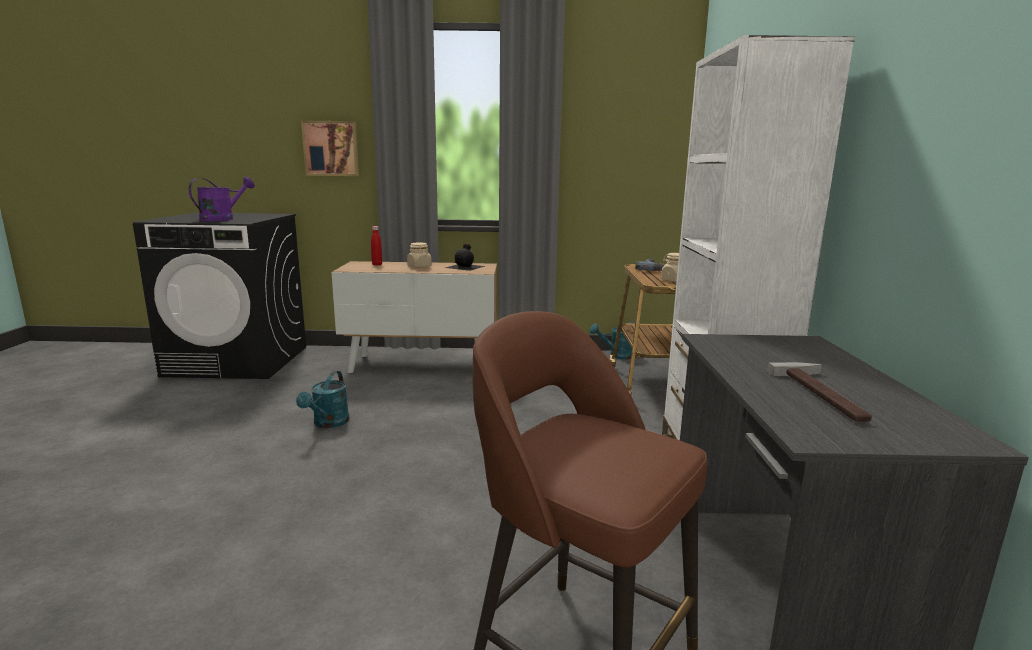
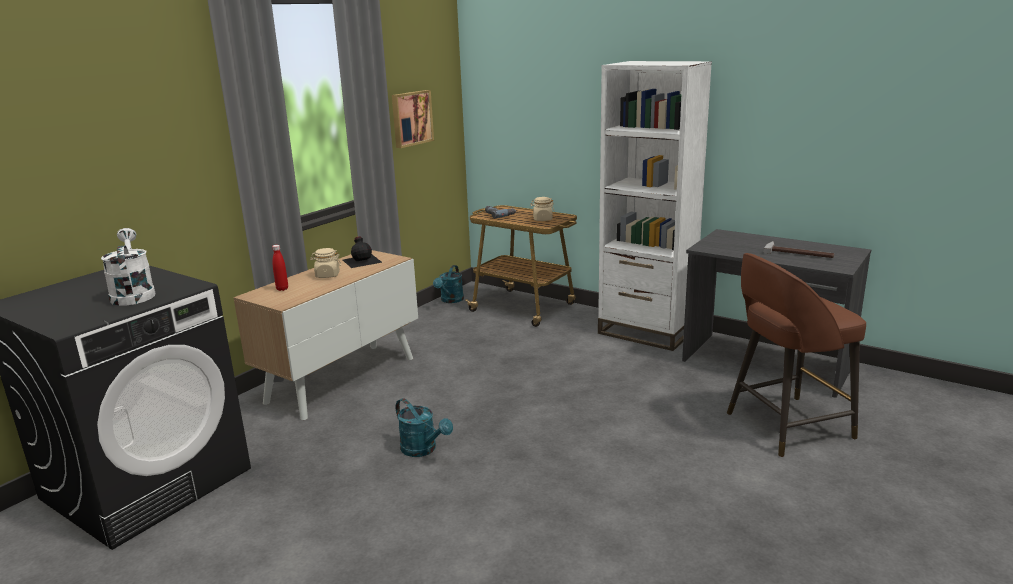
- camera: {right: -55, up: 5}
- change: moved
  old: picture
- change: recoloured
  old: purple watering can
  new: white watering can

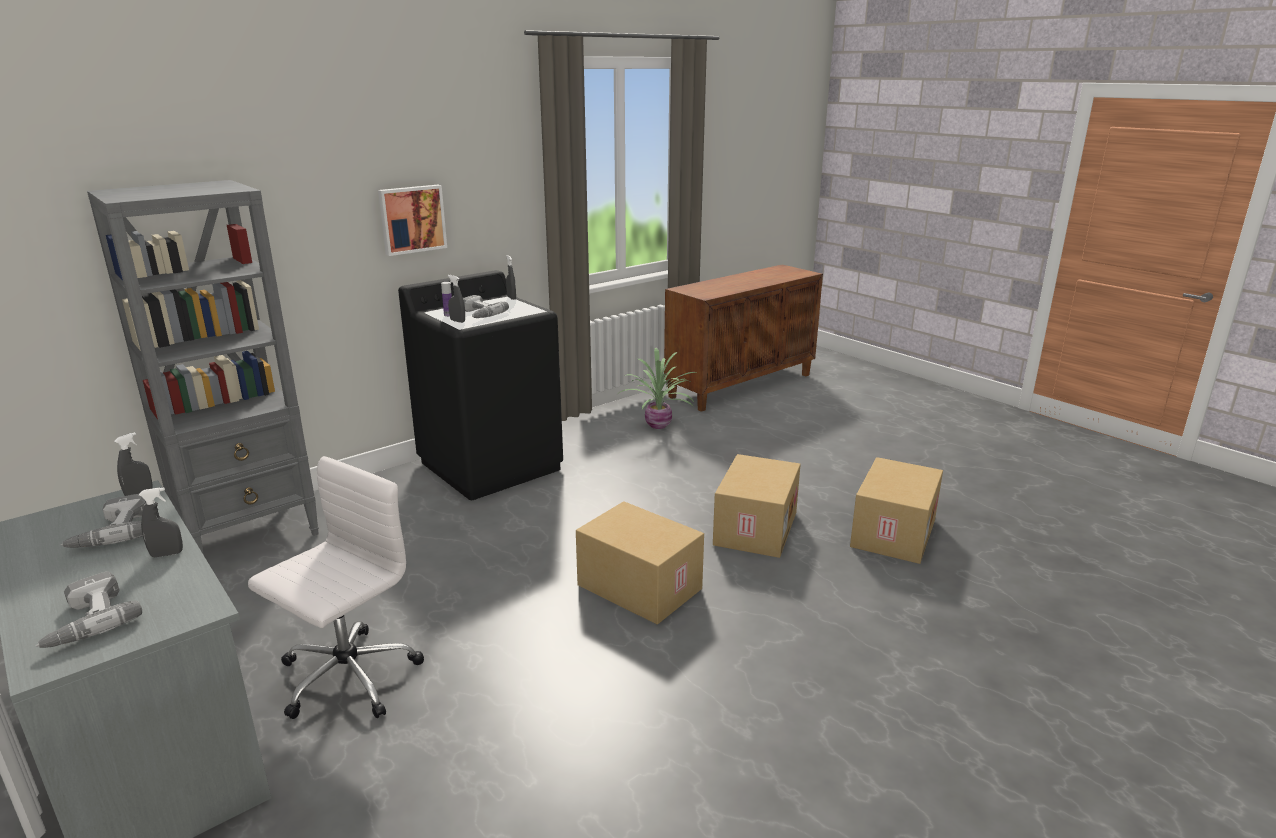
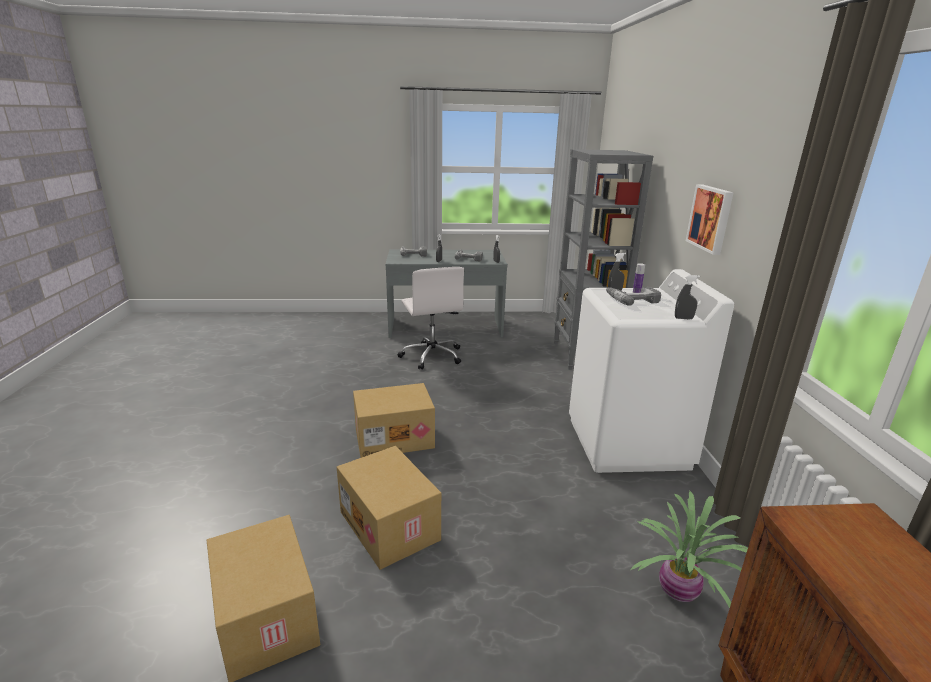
- camera: {right: 125, up: 0}
- change: recoloured
  old: black washing machine
  new: white washing machine

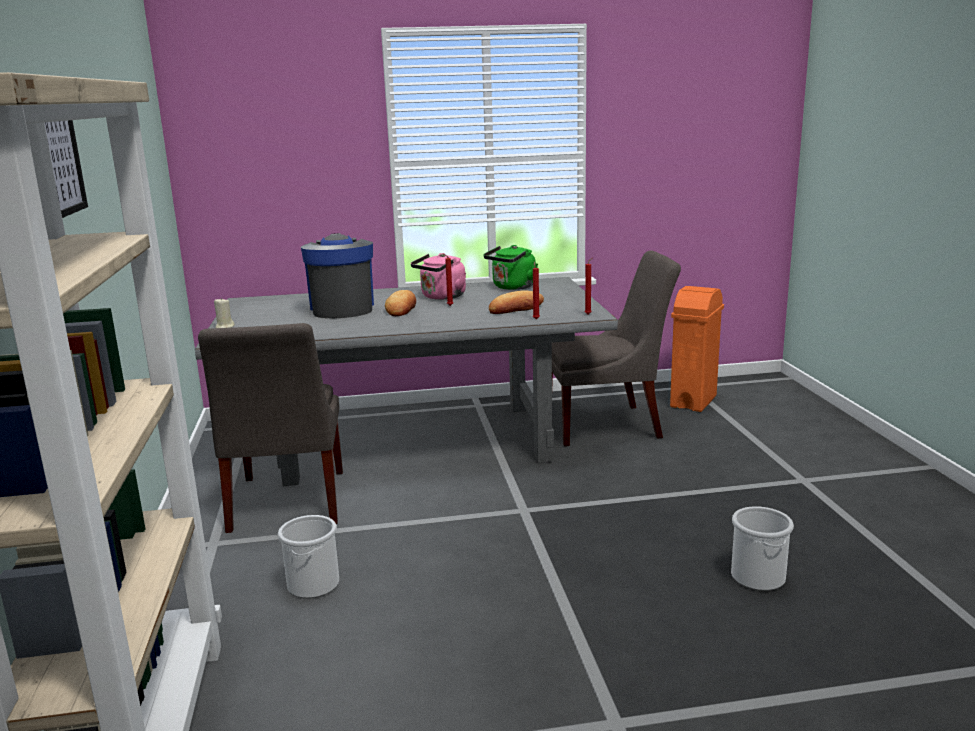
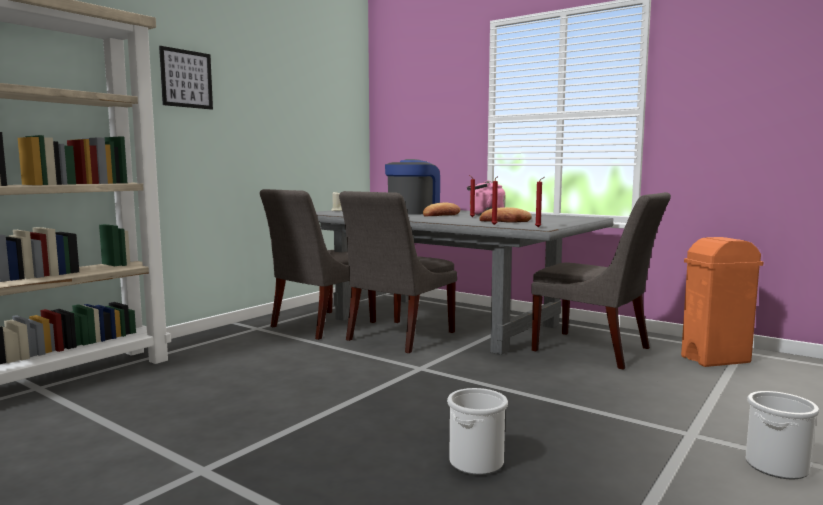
- camera: {right: 45, up: -10}
- change: removed
  old: green kettle
- change: moved
  old: bucket (1st from left in the first image)
  new: bucket (2nd from left)
- change: added
  new: grey chair (2nd from left)

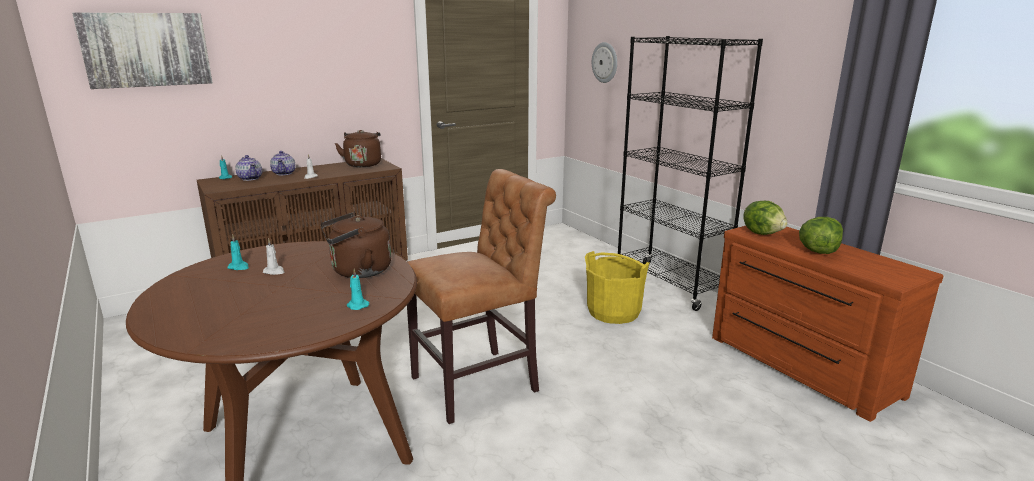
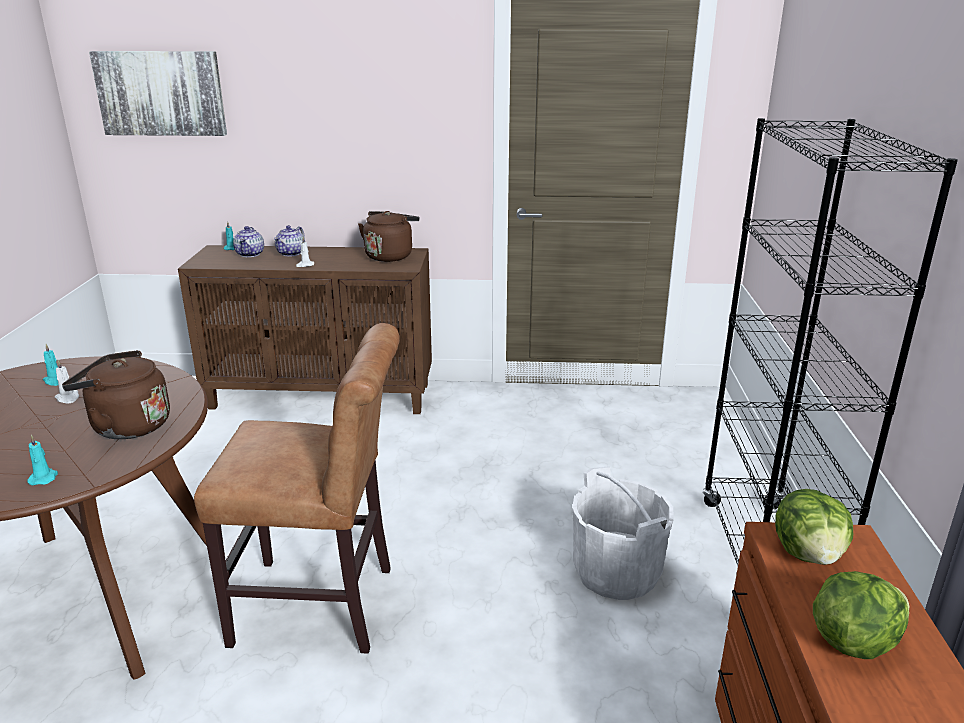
- camera: {right: 35, up: 5}
- change: removed
  old: wall clock
- change: recoloured
  old: yellow bucket
  new: white bucket

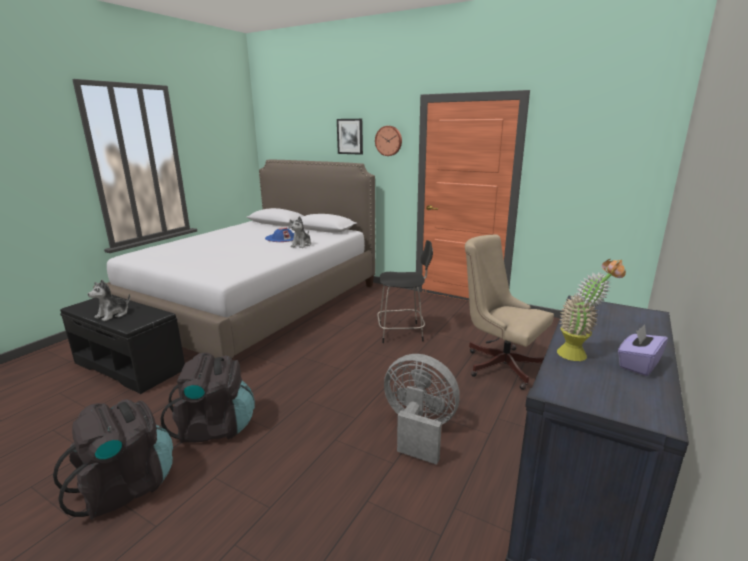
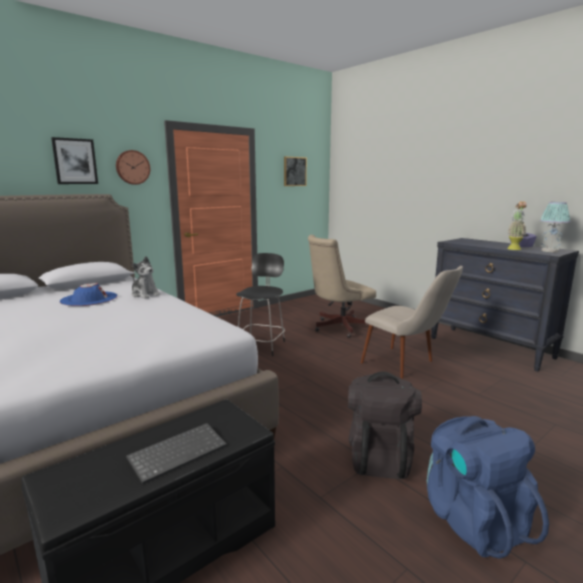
- camera: {right: -70, up: -5}
- change: replaced
  old: plush toy (1st from left)
  new: keyboard
- change: replaced
  old: grey fan
  new: beige chair
- change: recoloured
  old: black backpack (1st from left)
  new: blue backpack
- change: added
  new: picture (2nd from left)
- change: added
  new: table lamp

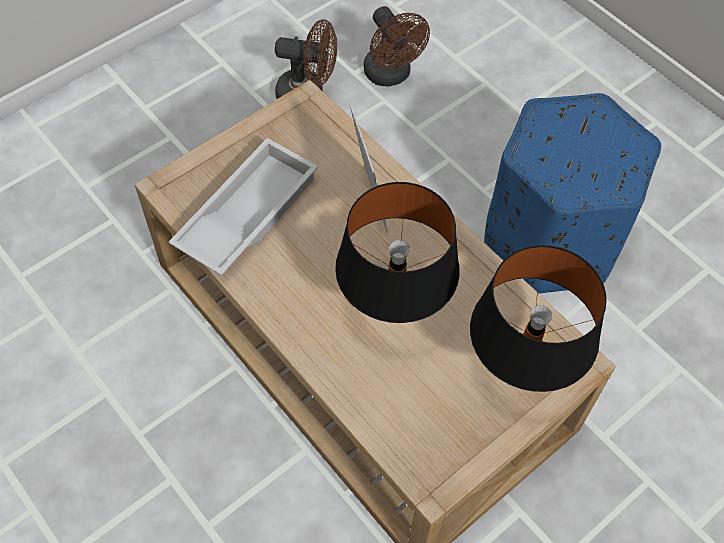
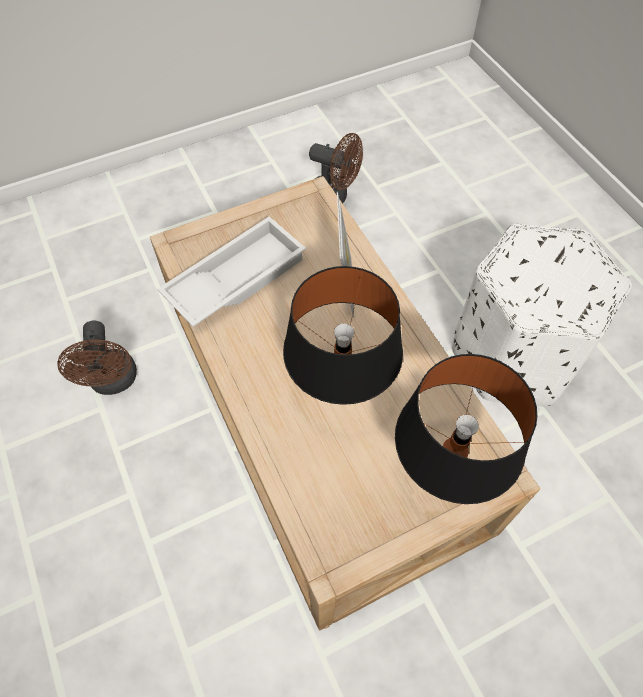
- camera: {right: 15, up: 0}
- change: moved
  old: brown fan (2nd from left in the first image)
  new: brown fan (1st from left)
- change: recoloured
  old: blue ottoman
  new: white ottoman

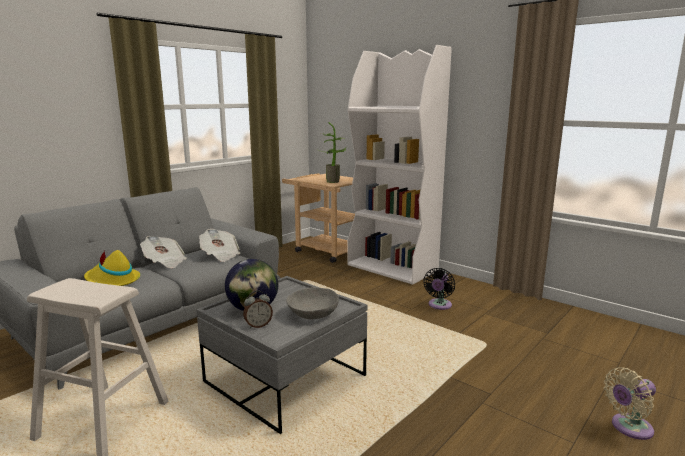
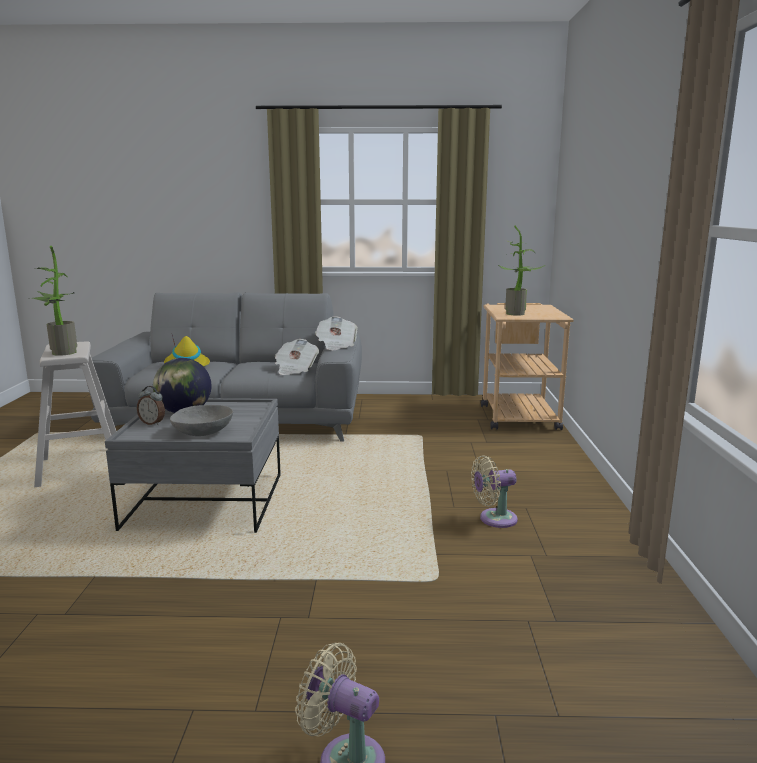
- camera: {right: 50, up: 0}
- change: removed
  old: white bookcase
- change: moved
  old: newspaper (1st from left in the first image)
  new: newspaper (2nd from left)
- change: recoloured
  old: black fan
  new: beige fan (2nd from left)
- change: added
  new: potted plant (1st from left)

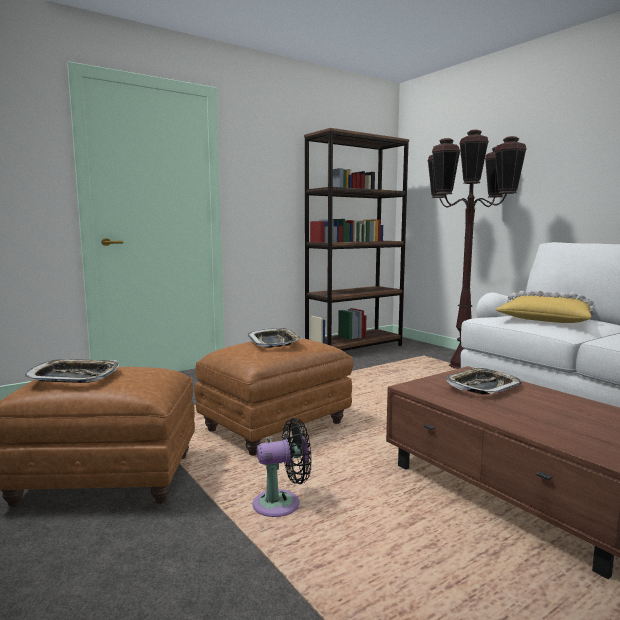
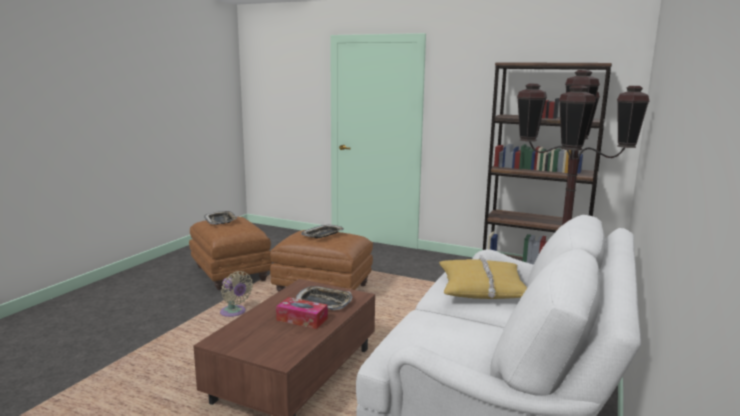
- camera: {right: 60, up: 5}
- change: recoloured
  old: black fan
  new: beige fan
- change: added
  new: tissue box

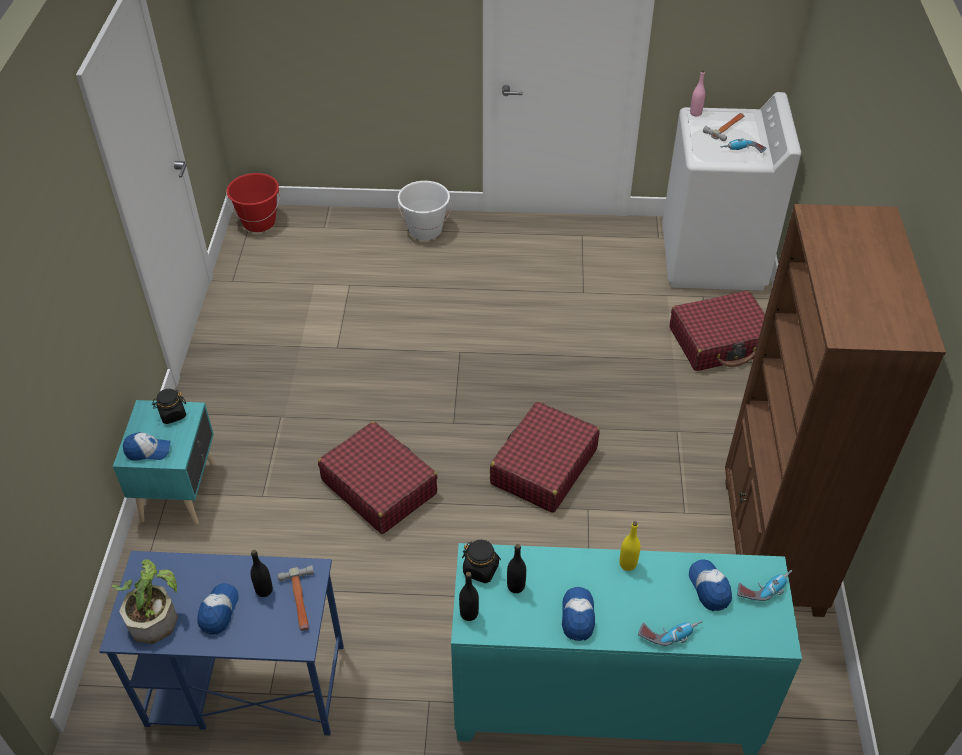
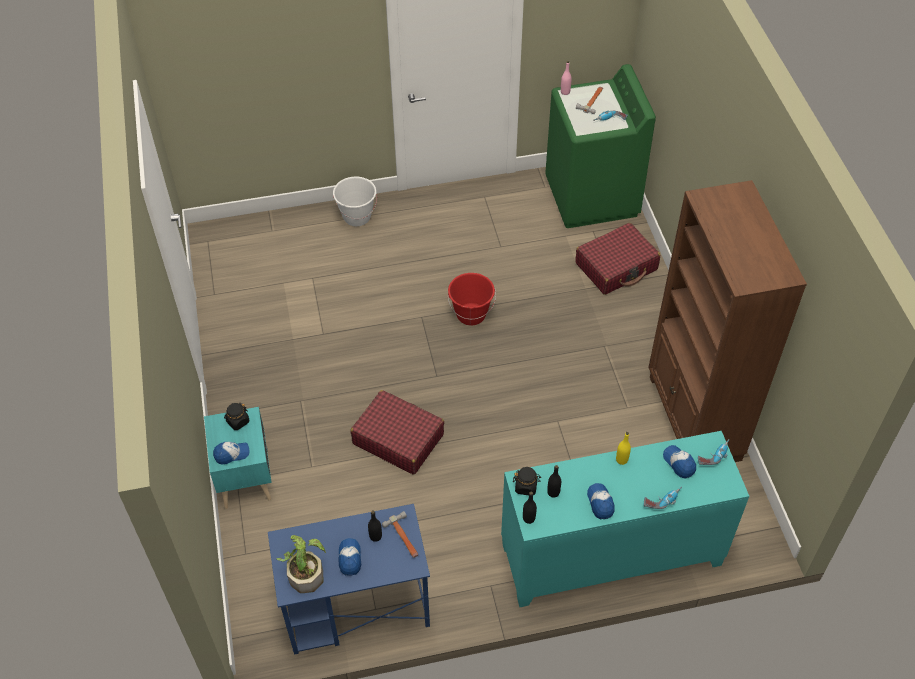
- camera: {right: -15, up: 5}
- change: recoloured
  old: white washing machine
  new: green washing machine
- change: moved
  old: red bucket
- change: removed
  old: red suitcase (2nd from left)

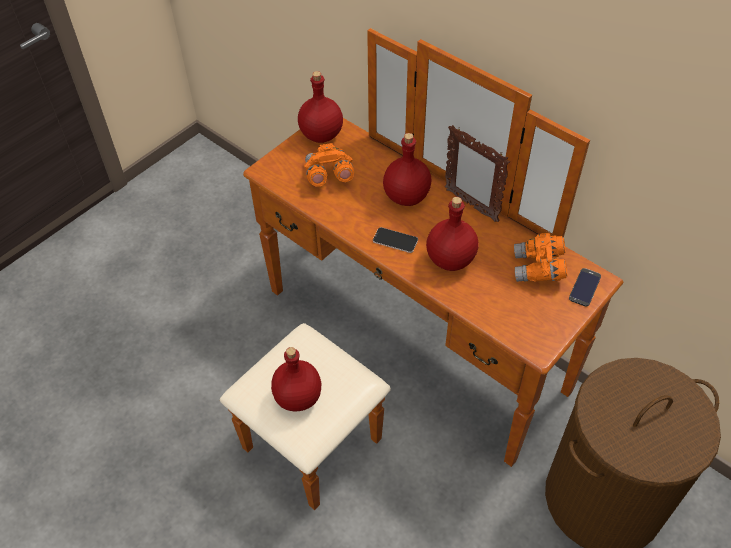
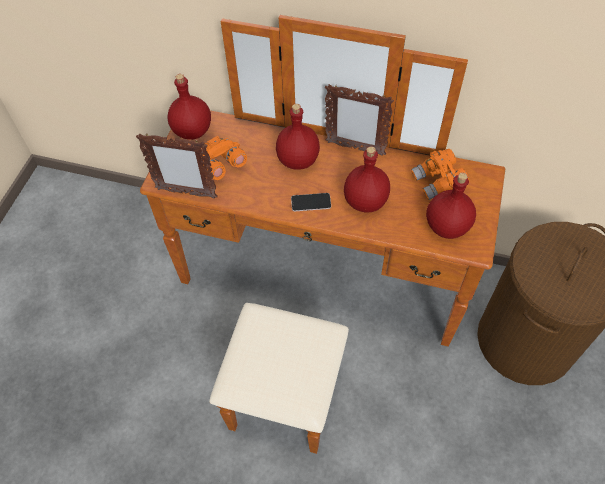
- camera: {right: -25, up: 5}
- change: removed
  old: phone (2nd from left)
- change: moved
  old: red bottle (1st from left in the first image)
  new: red bottle (4th from left)
- change: added
  new: picture frame (1st from left)

